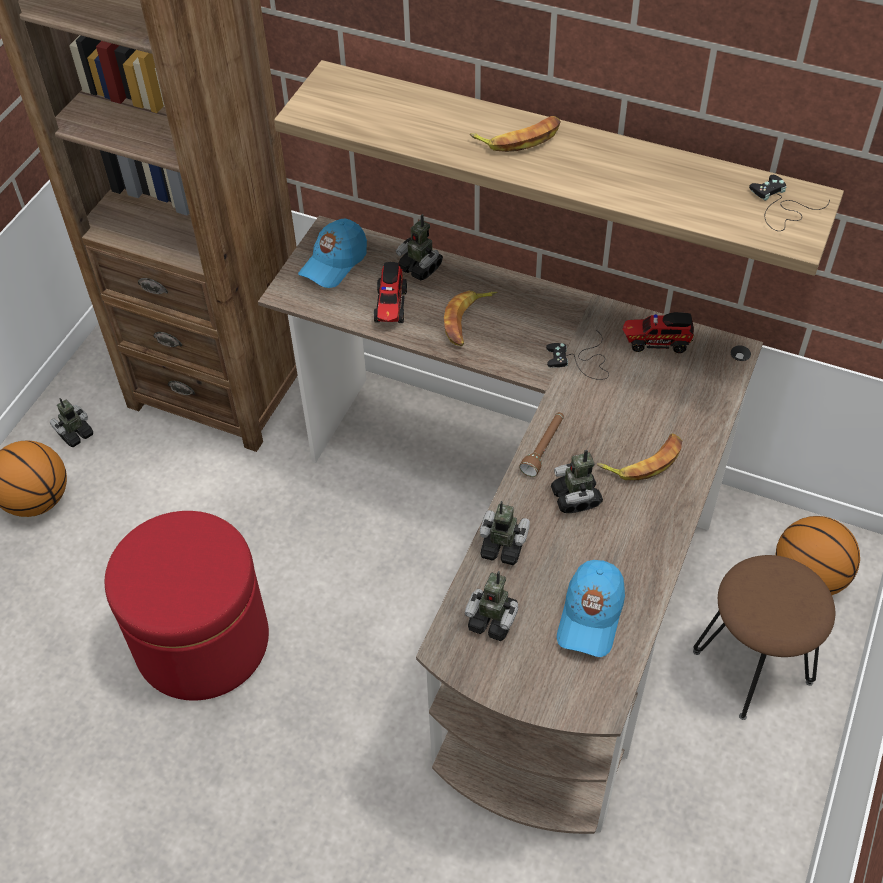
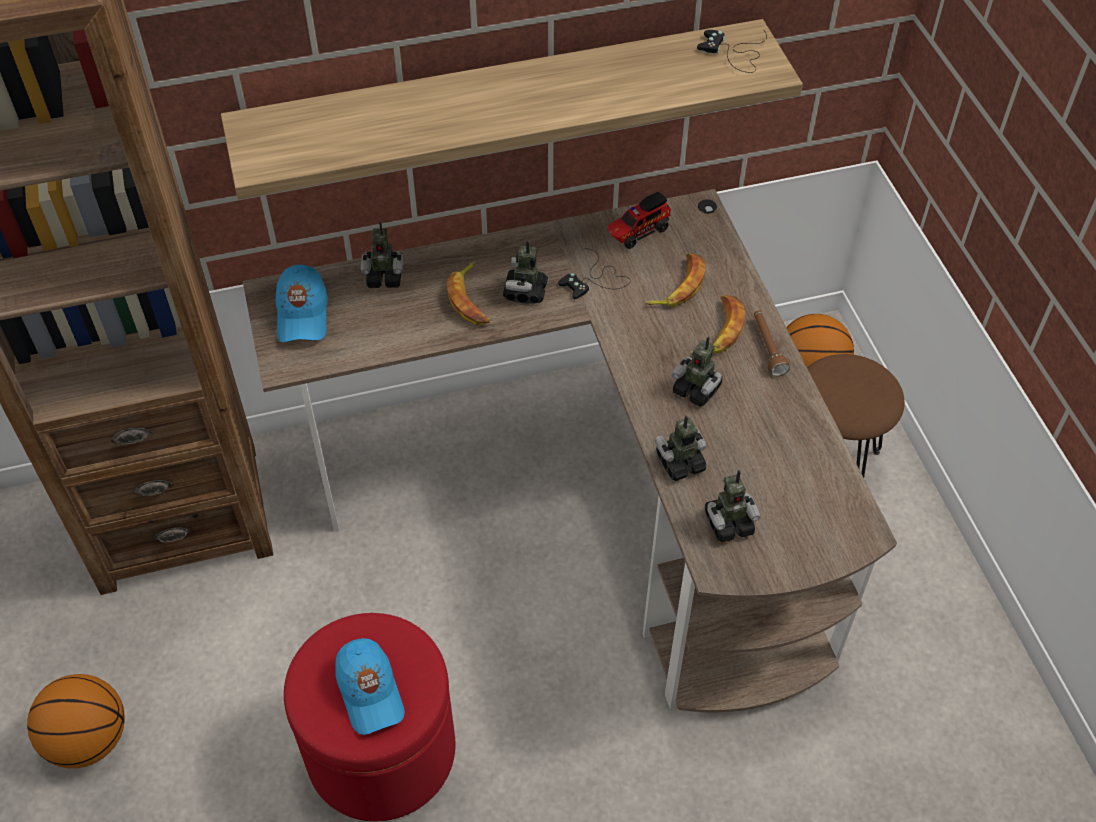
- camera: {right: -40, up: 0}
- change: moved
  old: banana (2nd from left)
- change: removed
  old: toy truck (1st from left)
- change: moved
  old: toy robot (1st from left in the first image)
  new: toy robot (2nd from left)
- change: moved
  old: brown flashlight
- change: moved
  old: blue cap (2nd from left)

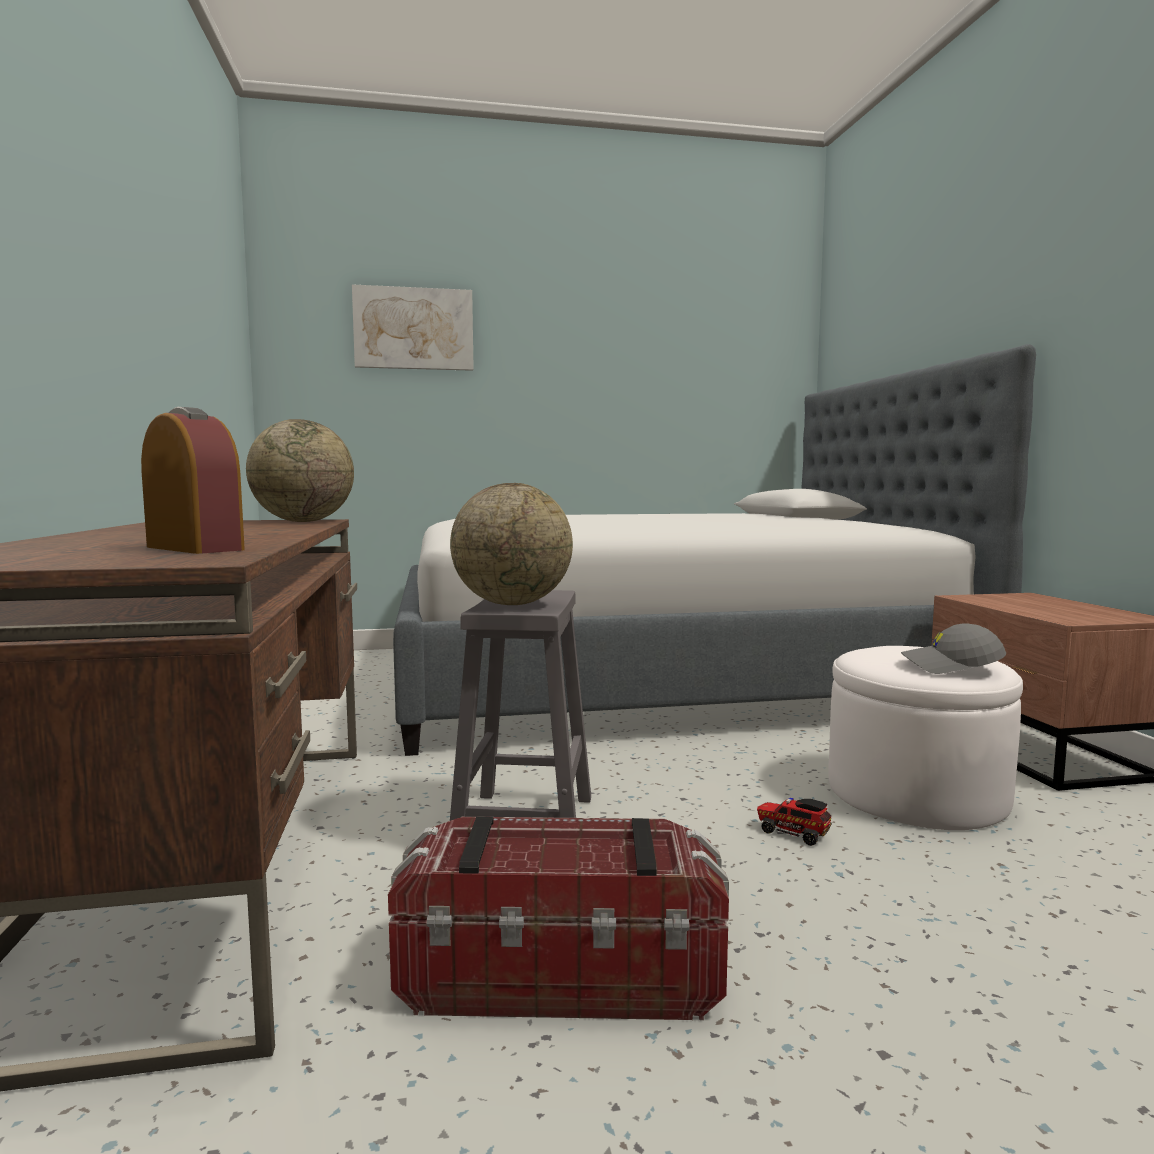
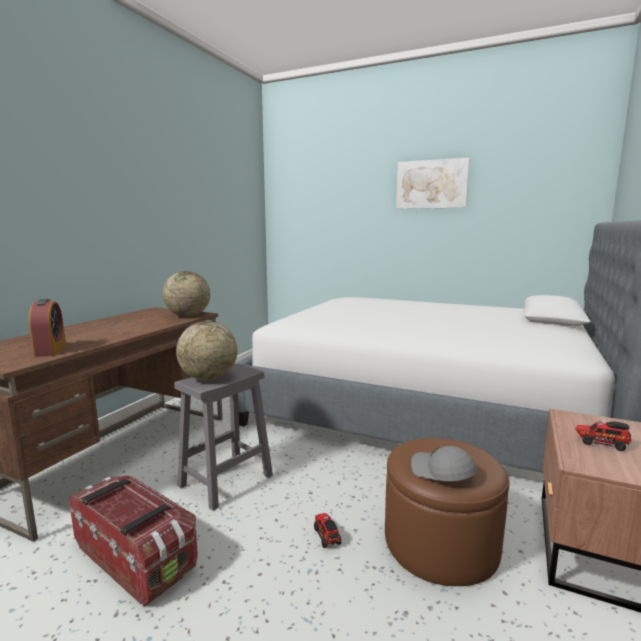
- camera: {right: 35, up: 5}
- change: moved
  old: picture
- change: recoloured
  old: white ottoman
  new: brown ottoman
- change: added
  new: toy truck (2nd from left)

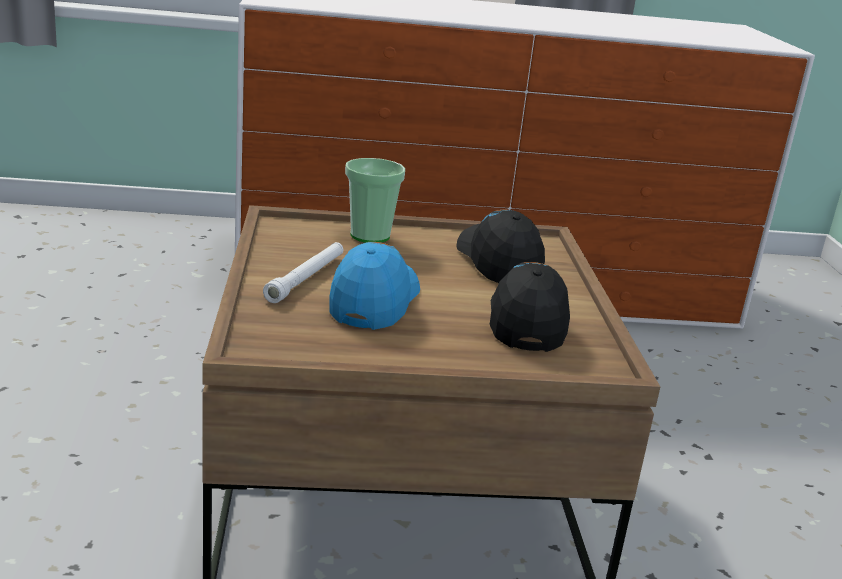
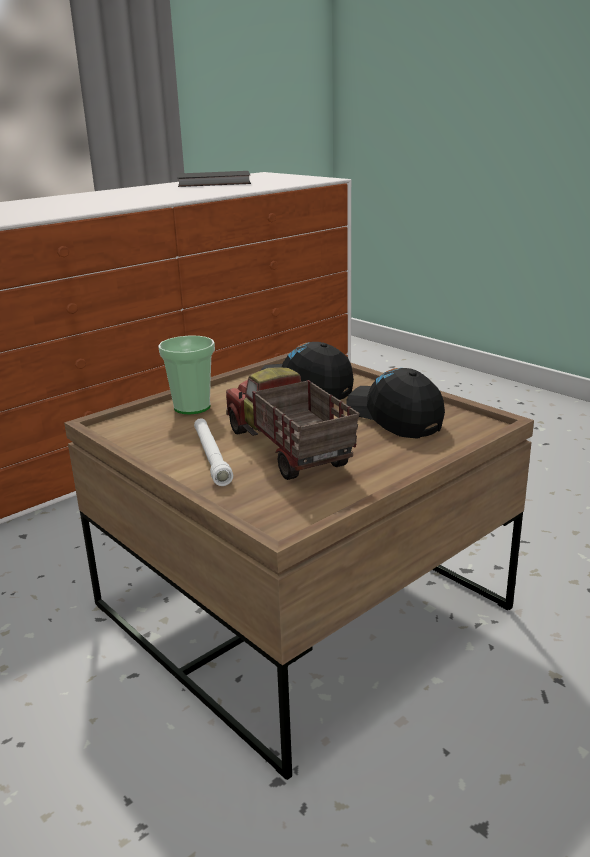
- camera: {right: -35, up: 0}
- change: replaced
  old: blue cap
  new: toy truck
- change: added
  new: black book

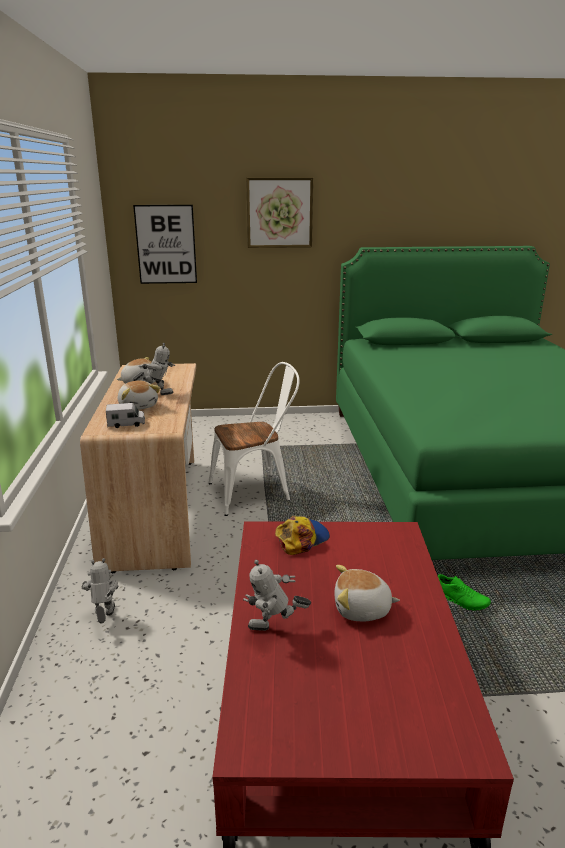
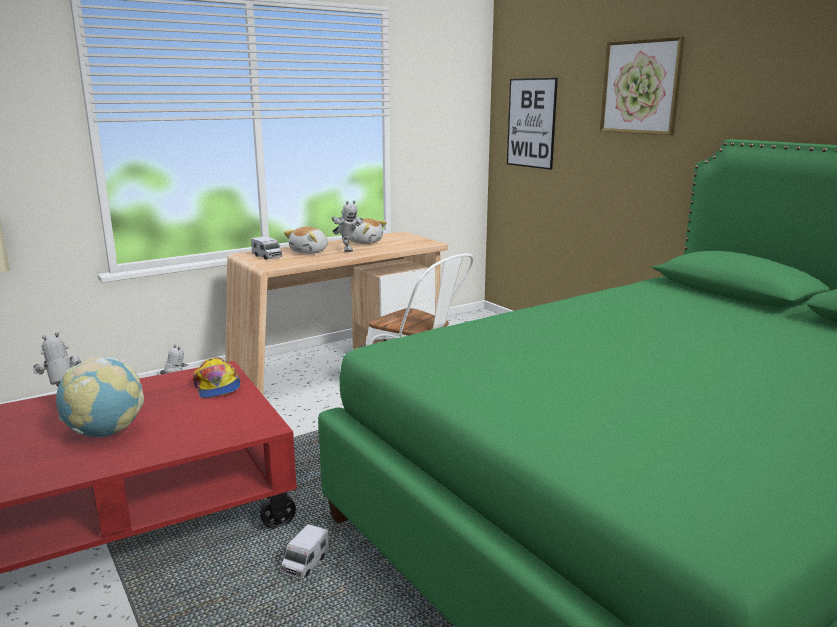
- camera: {right: 60, up: -5}
- change: turned
  old: cap
  degrees: 45
- change: replaced
  old: plush toy (3rd from left)
  new: globe
- change: replaced
  old: green shoe
  new: toy truck (2nd from left)

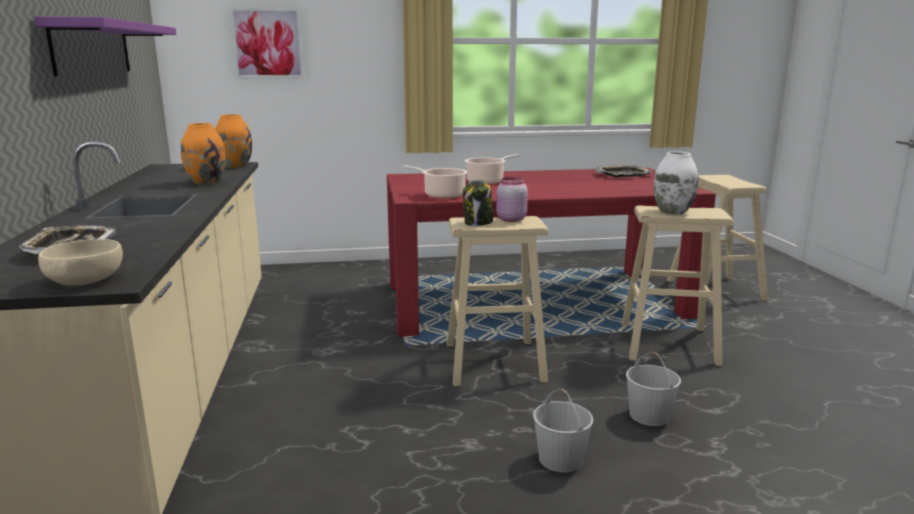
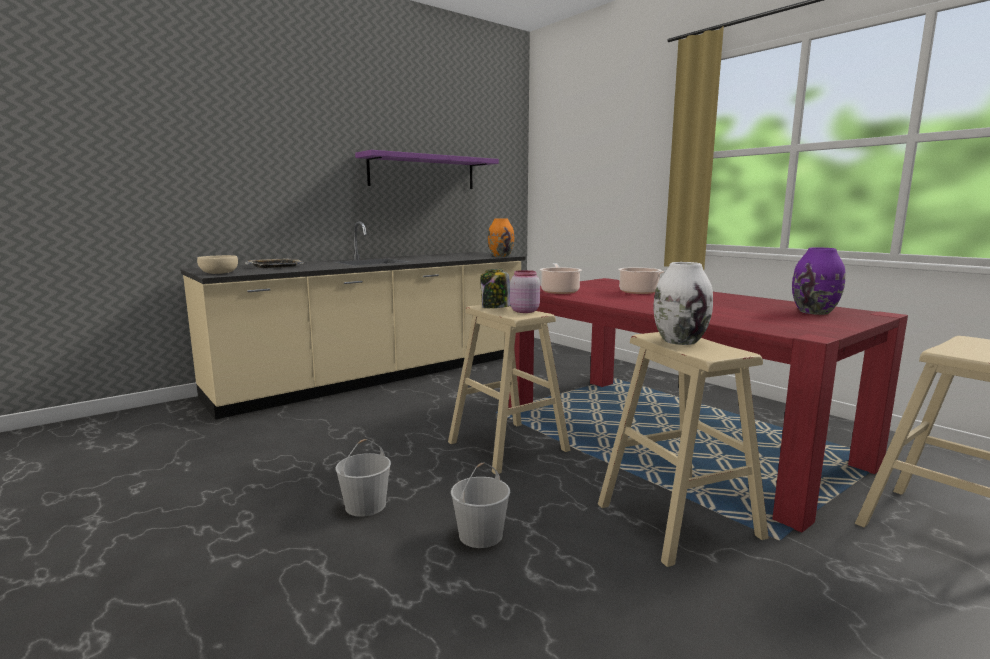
- camera: {right: 60, up: -5}
- change: removed
  old: picture
- change: removed
  old: orange vase (1st from left)
- change: replaced
  old: tray (2nd from left)
  new: purple vase

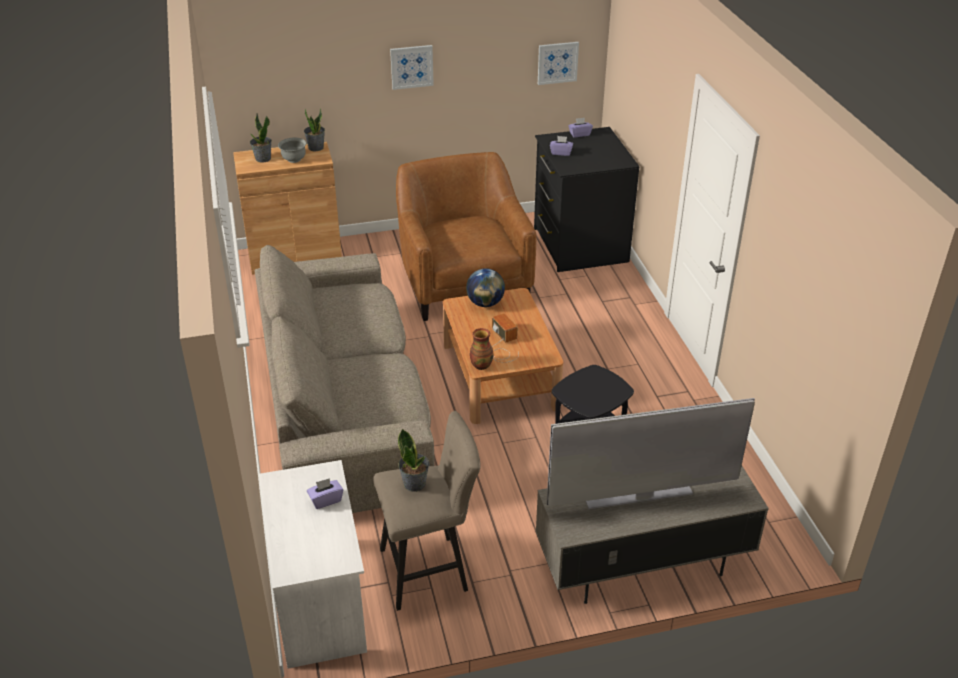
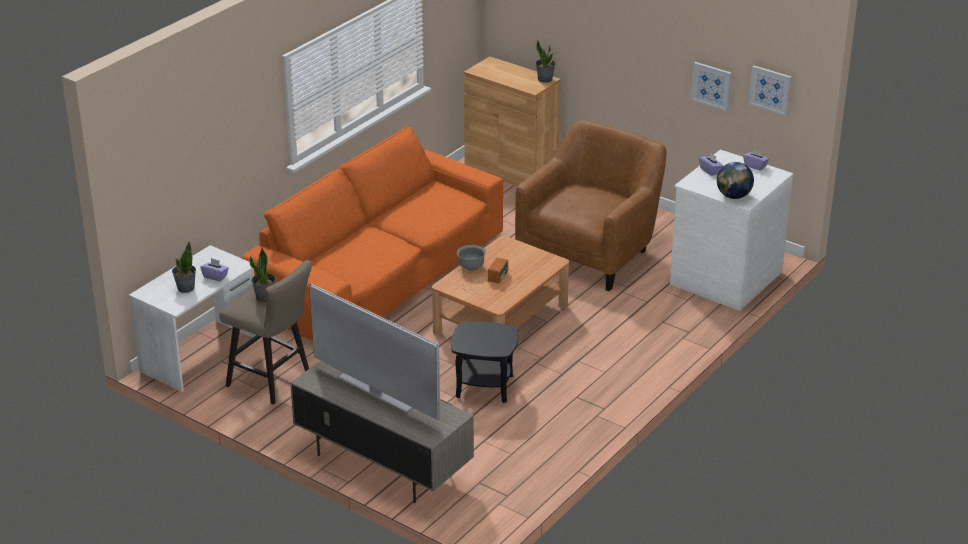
- camera: {right: 50, up: -5}
- change: moved
  old: picture (1st from left)
- change: moved
  old: potted plant (1st from left)
- change: recoloured
  old: black dresser
  new: white dresser
- change: moved
  old: grey bowl
- change: recoloured
  old: beige sofa
  new: orange sofa
- change: moved
  old: globe
- change: removed
  old: vase

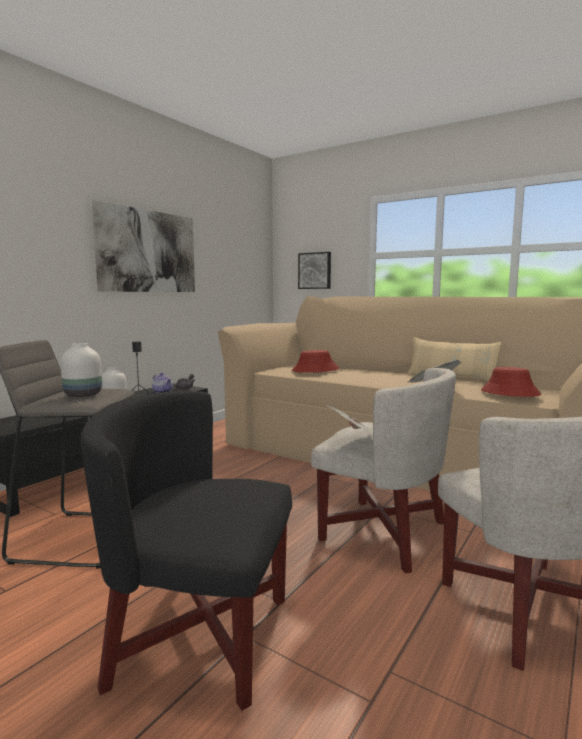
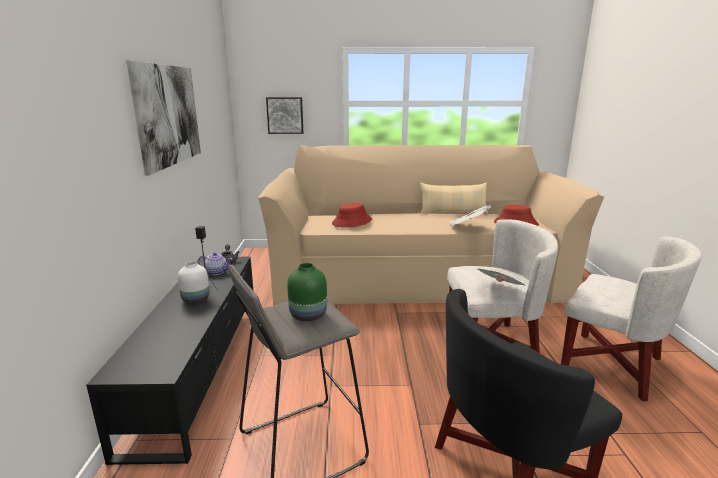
- camera: {right: -35, up: 10}
- change: recoloured
  old: white vase (1st from left)
  new: green vase

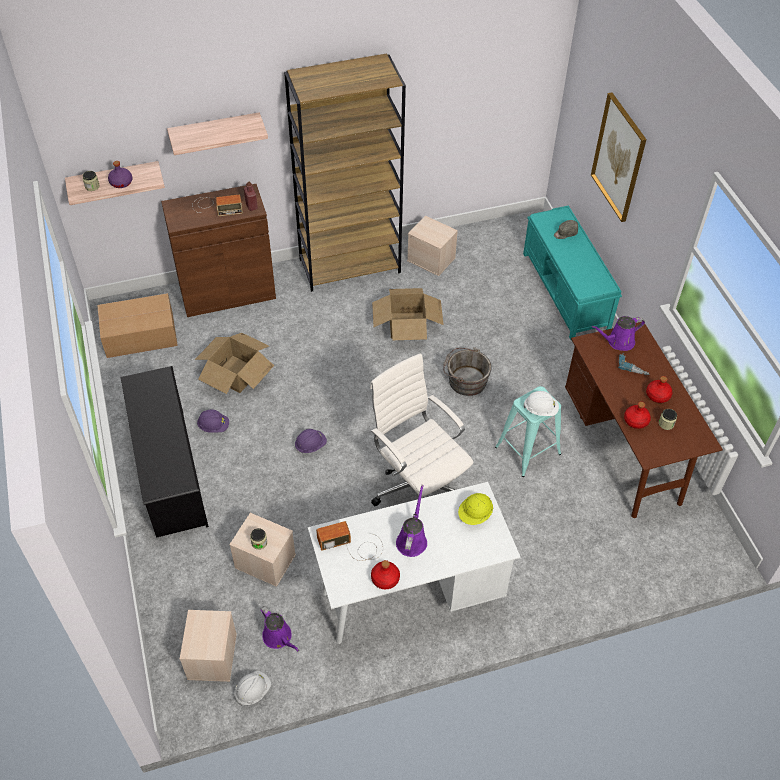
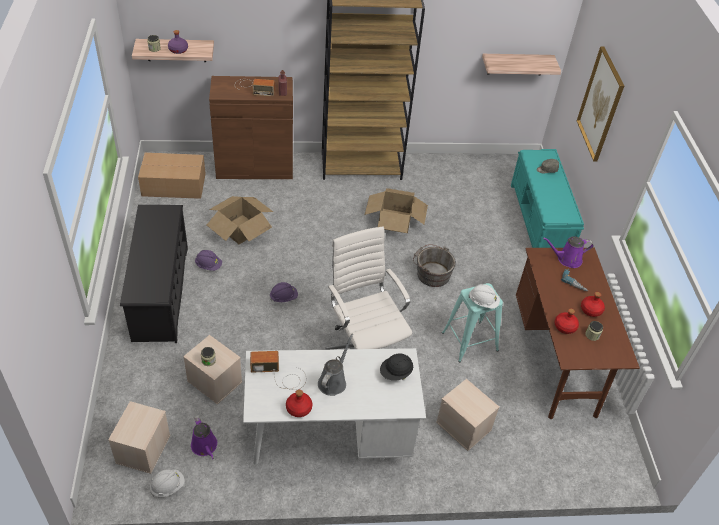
- camera: {right: 10, up: -5}
- change: moved
  old: shelf (2nd from left)
- change: moved
  old: beige storage box (3rd from left)
- change: recoloured
  old: purple watering can (2nd from left)
  new: grey watering can
- change: recoloured
  old: yellow hard hat
  new: black hard hat

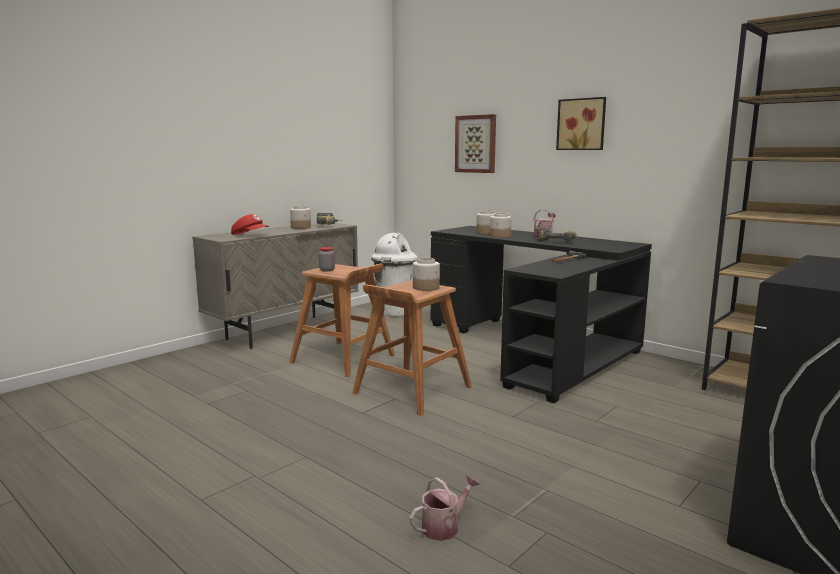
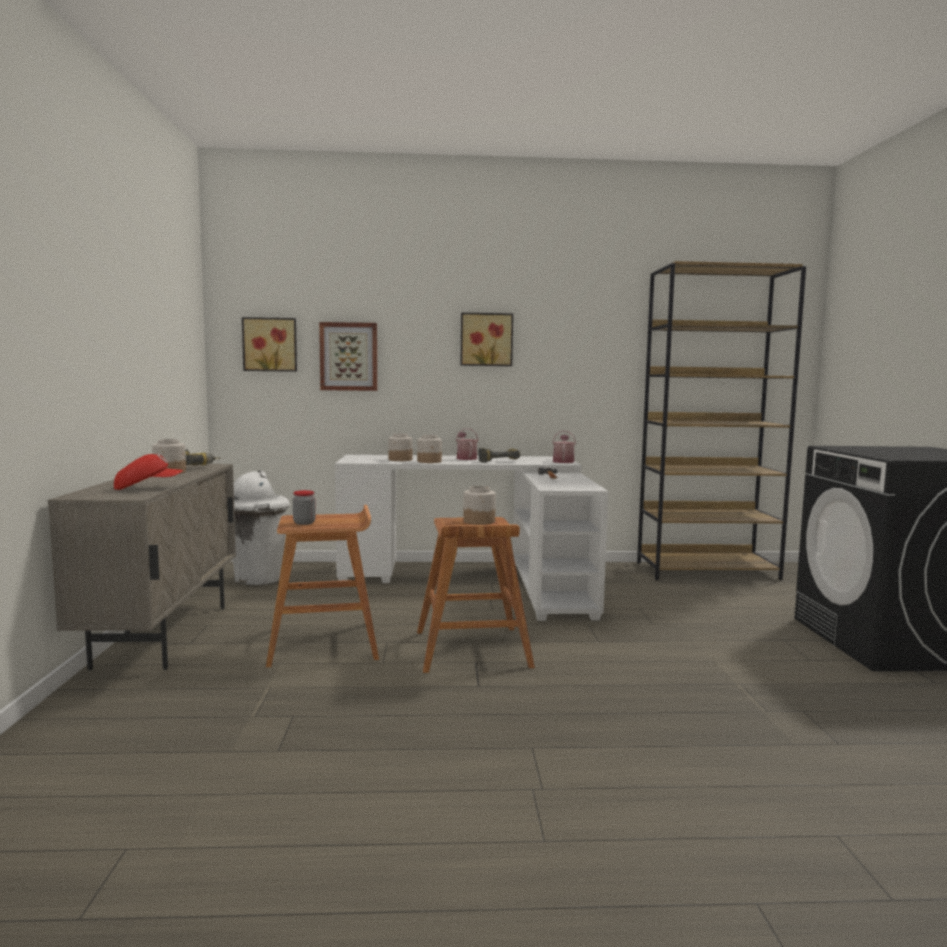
- camera: {right: -45, up: -5}
- change: recoloured
  old: black desk
  new: white desk
- change: moved
  old: watering can (1st from left in the first image)
  new: watering can (2nd from left)
- change: added
  new: picture (1st from left)

